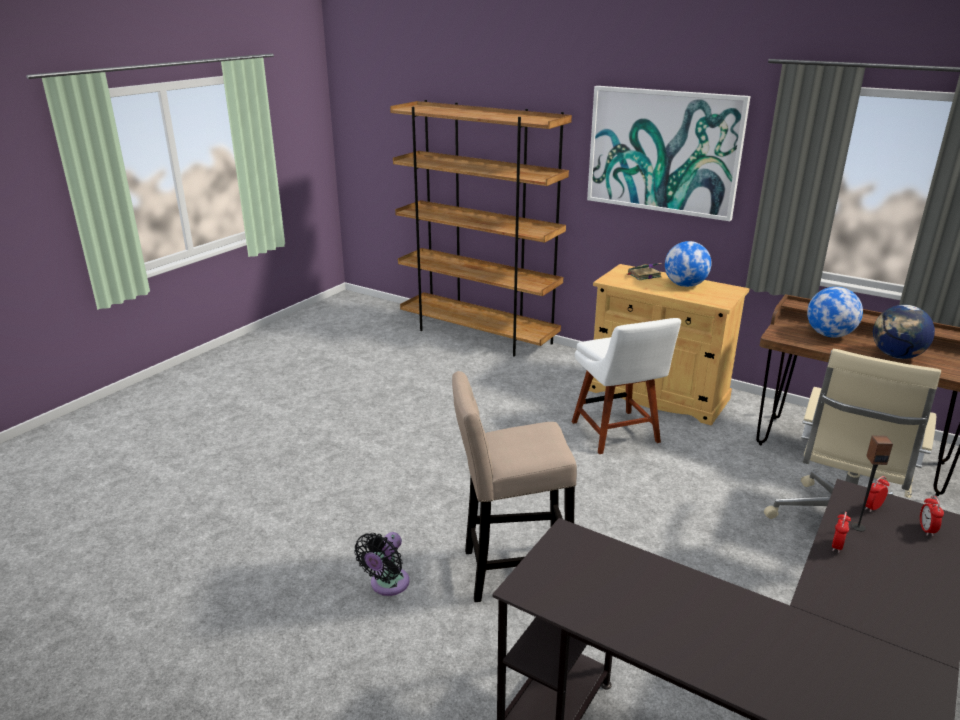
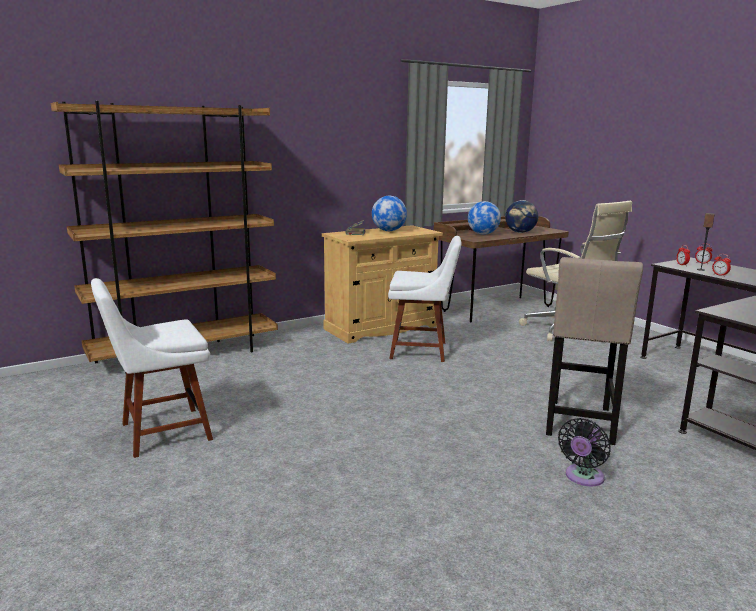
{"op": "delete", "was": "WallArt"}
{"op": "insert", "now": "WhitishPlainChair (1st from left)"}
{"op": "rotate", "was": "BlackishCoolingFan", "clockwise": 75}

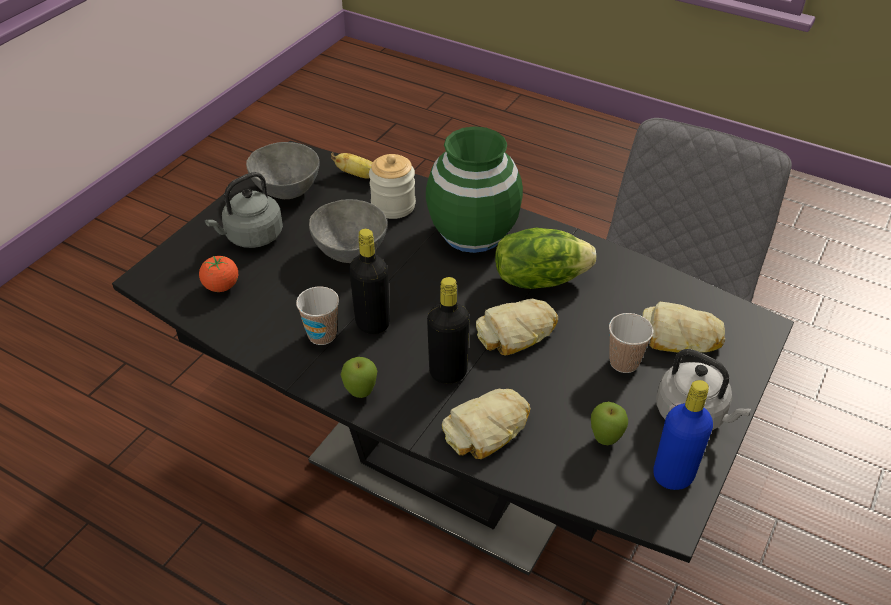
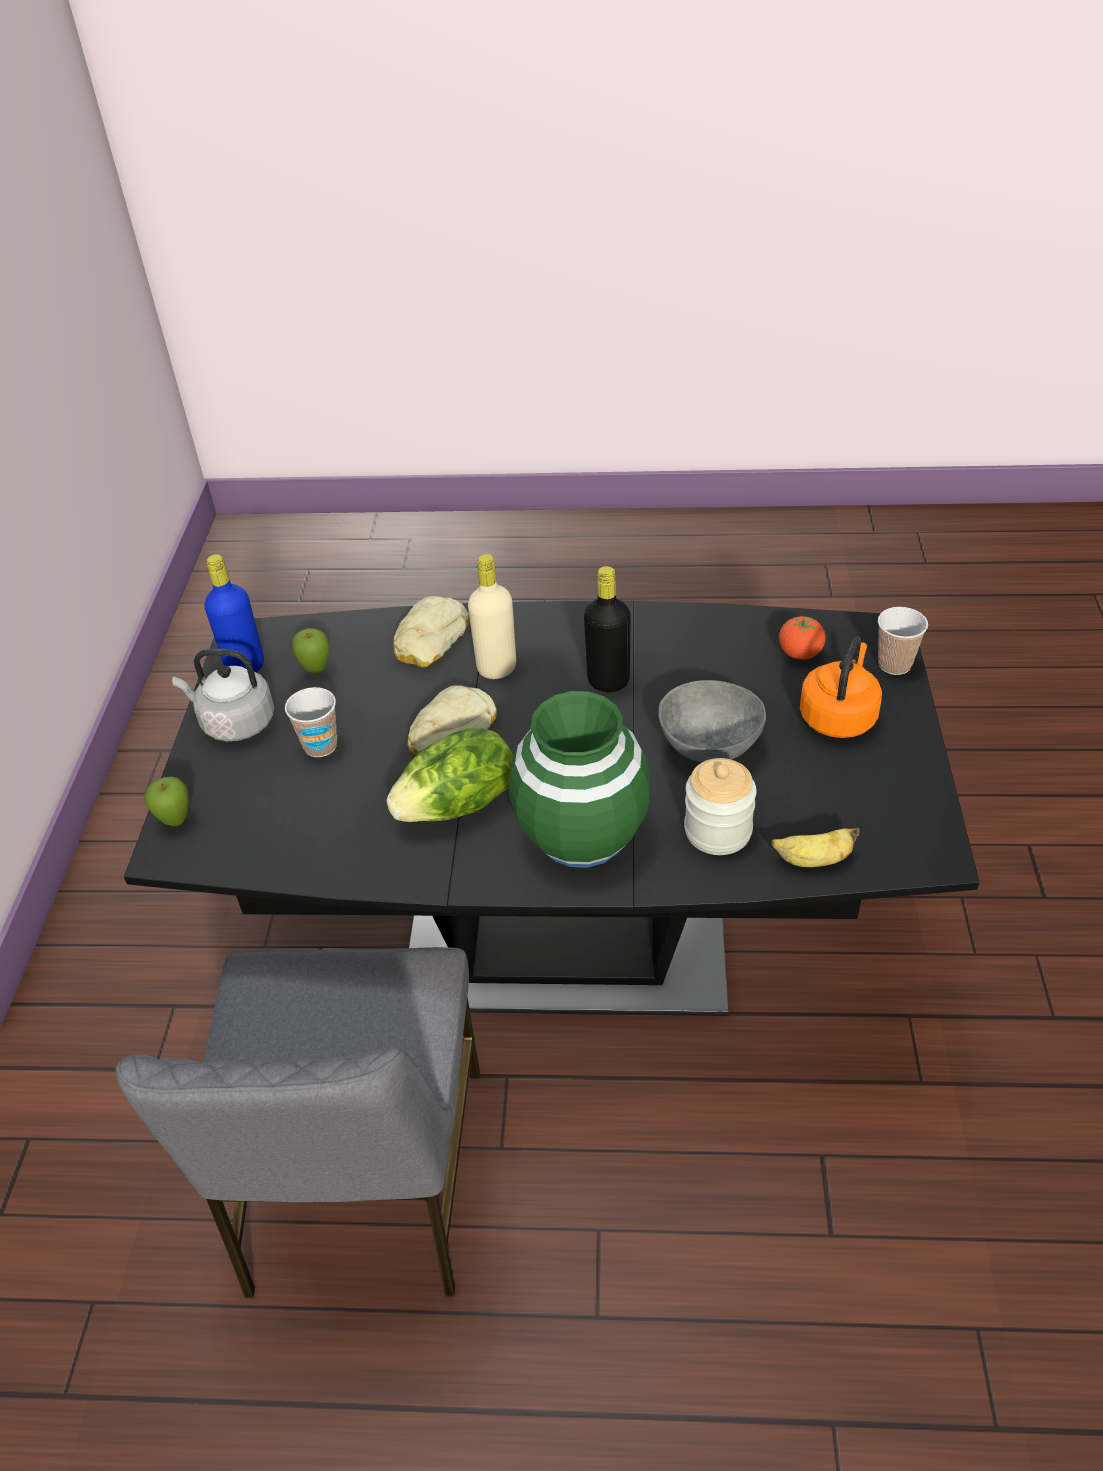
{"op": "delete", "was": "GrayBowl (1st from left)"}
{"op": "delete", "was": "BakedBread (3rd from left)"}
{"op": "move", "was": "Cup (1st from left in the first image)", "now": "Cup (2nd from left)"}
{"op": "move", "was": "AppleFruit (1st from left)"}
{"op": "recolor", "was": "GrayKettle (1st from left)", "now": "OrangeColouredKettle"}
{"op": "recolor", "was": "BlackishBottle (2nd from left)", "now": "BeigeColouredBottle"}

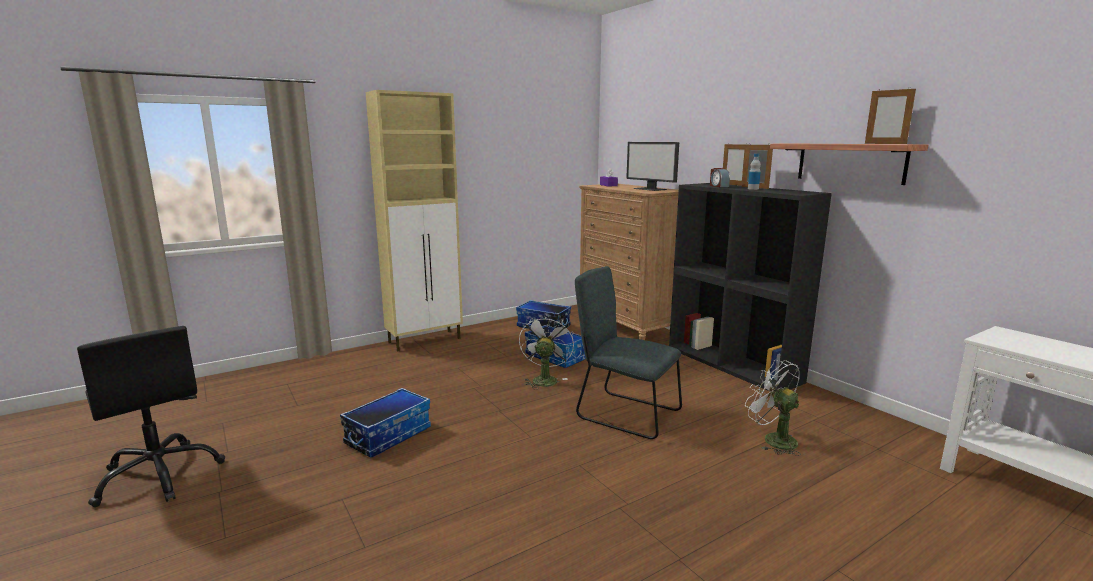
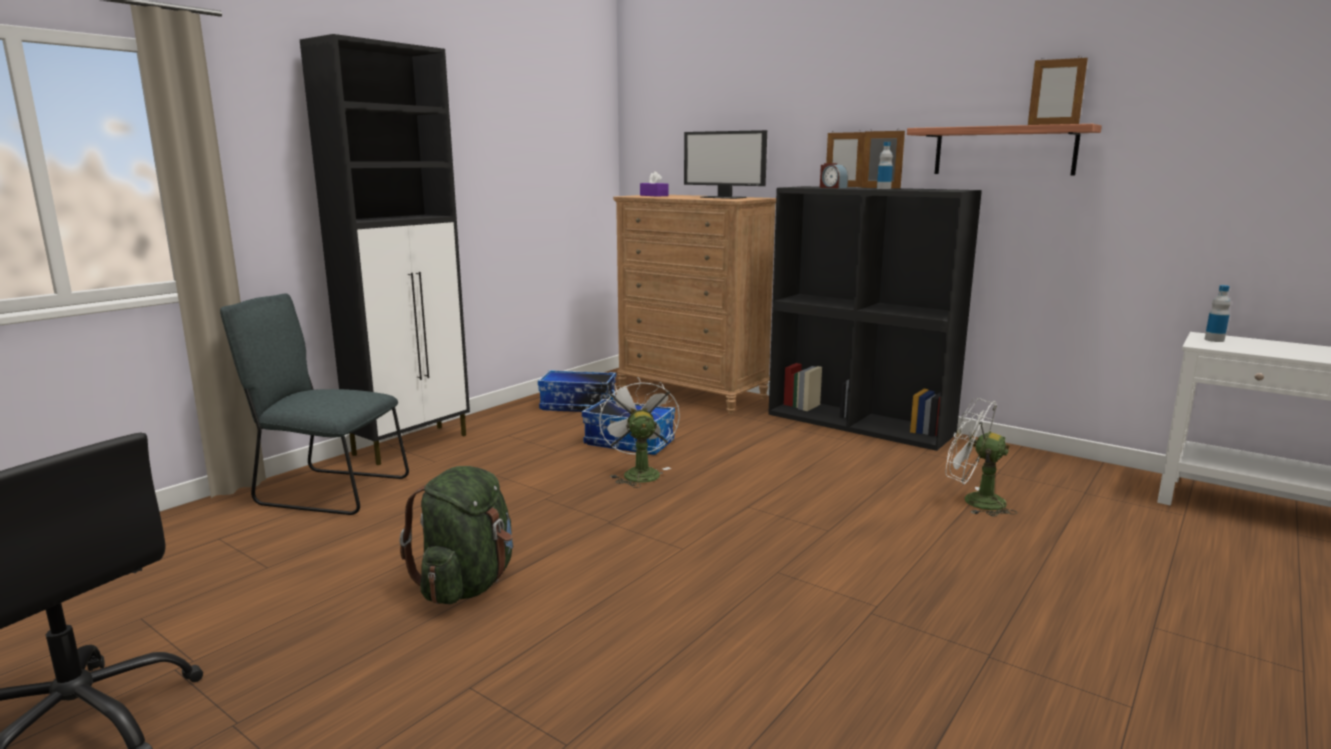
{"op": "insert", "now": "Bottle (2nd from left)"}
{"op": "move", "was": "GrayPlainChair"}
{"op": "replace", "was": "StorageBox (1st from left)", "now": "GreenColouredBackpack"}
{"op": "recolor", "was": "BeigeColouredStorageCabinet", "now": "BlackishStorageCabinet"}

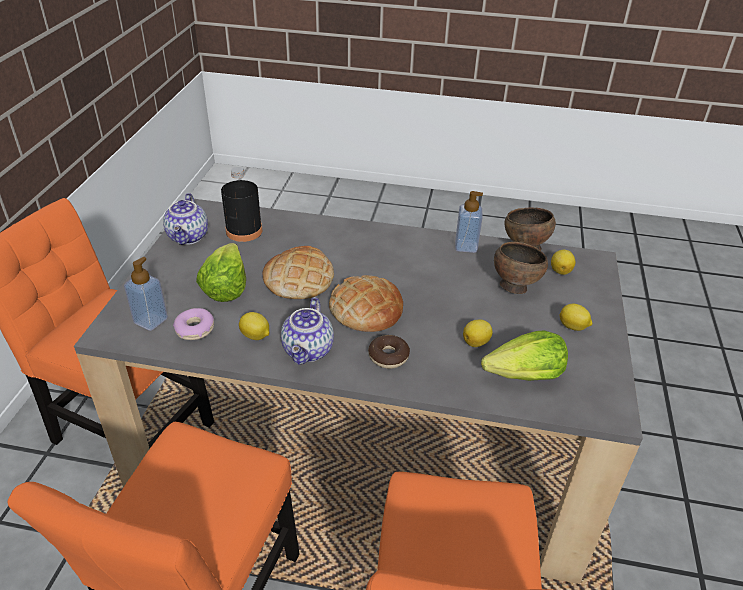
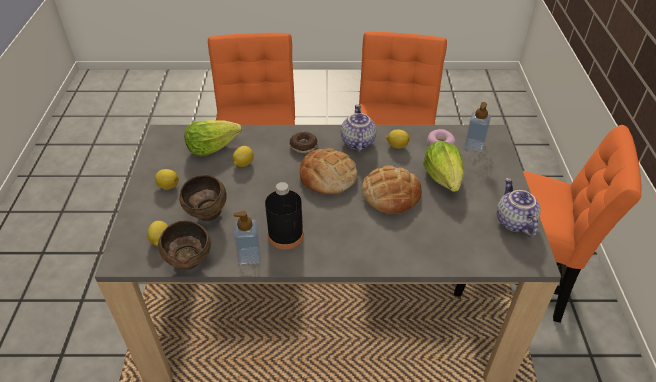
{"op": "move", "was": "BlackishBottle"}

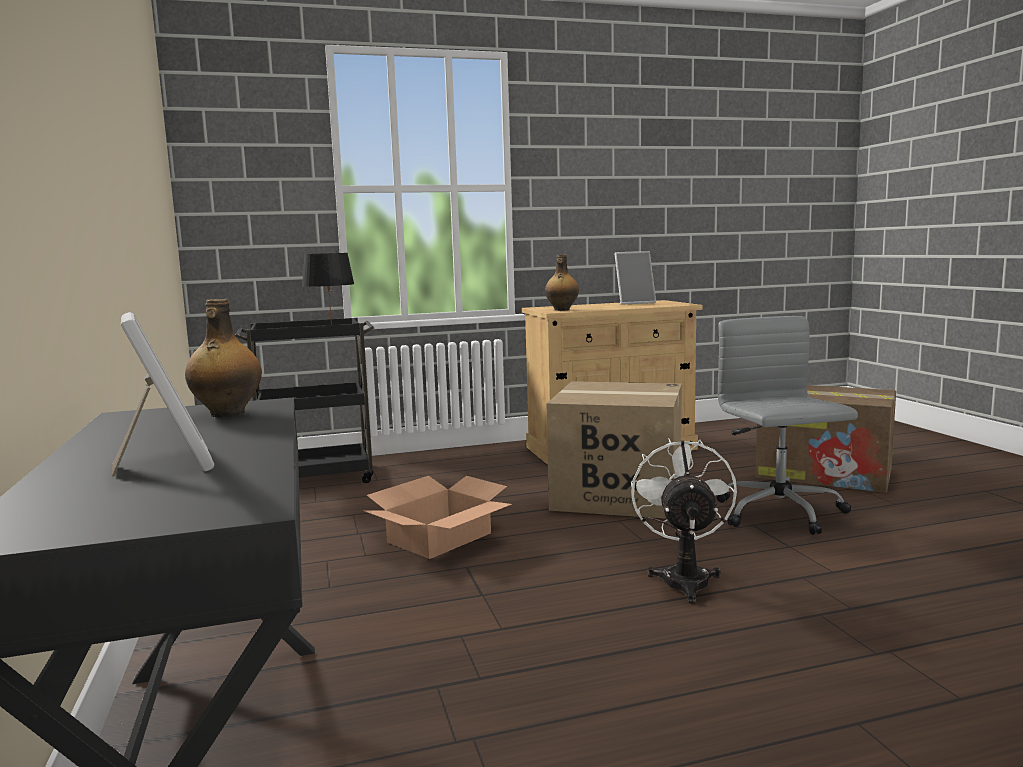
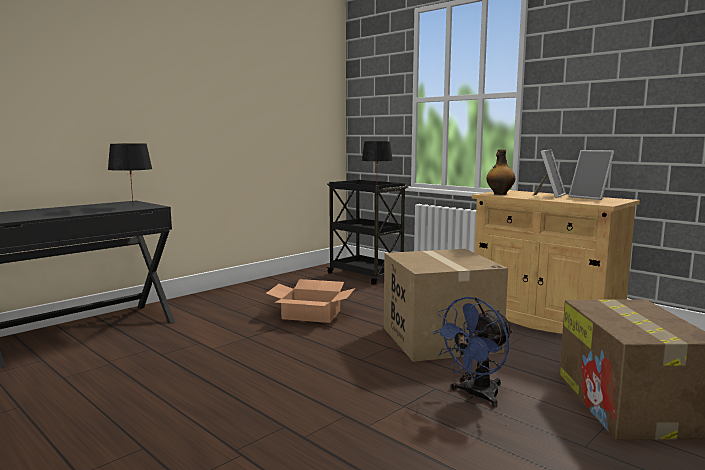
{"op": "delete", "was": "WhitishCoolingFan"}
{"op": "move", "was": "PhotoFrame (1st from left)"}
{"op": "replace", "was": "Bottle (1st from left)", "now": "BlackishTabletopLamp (1st from left)"}
{"op": "replace", "was": "GrayDeskChair", "now": "BlueCoolingFan"}

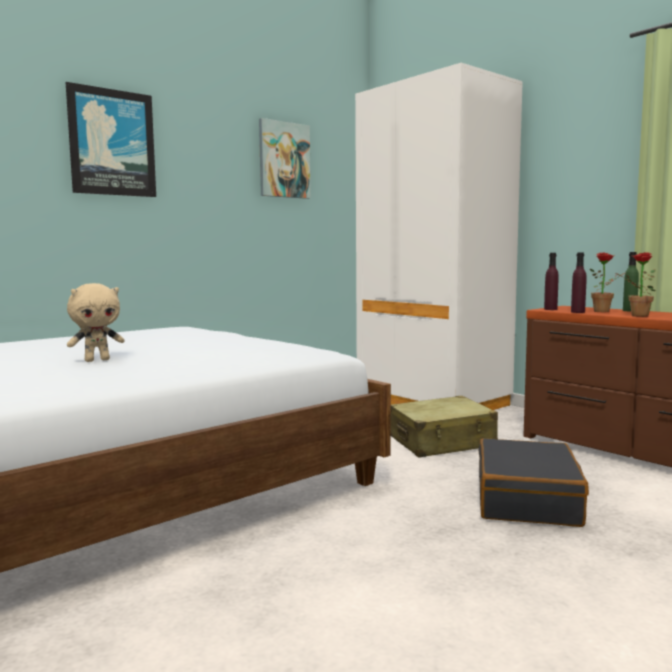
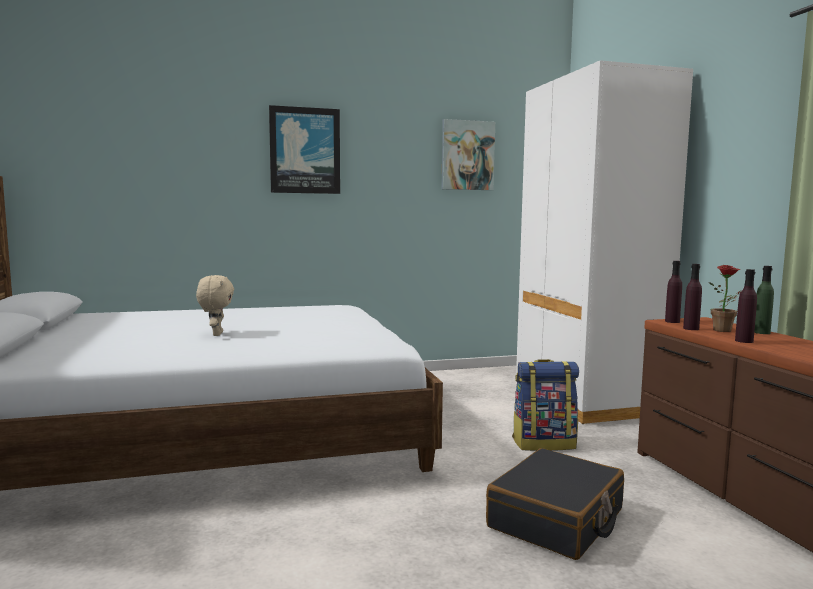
{"op": "replace", "was": "BeigeColouredSuitcase", "now": "Backpack"}
{"op": "replace", "was": "PlantInAPot (2nd from left)", "now": "PurplishBottle (3rd from left)"}
{"op": "rotate", "was": "BeigeColouredSoftToy", "clockwise": -90}

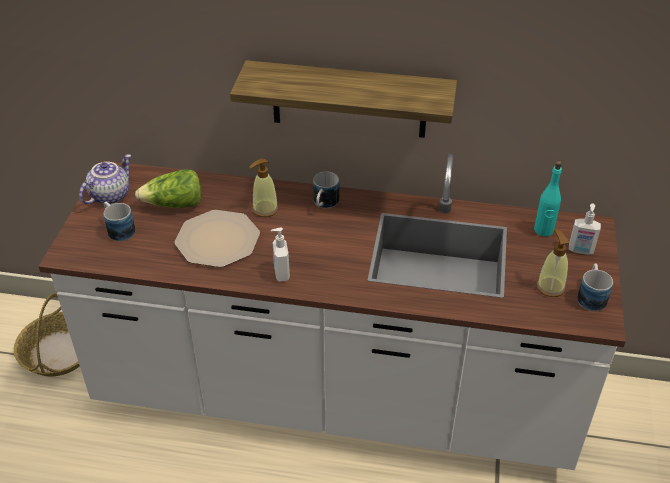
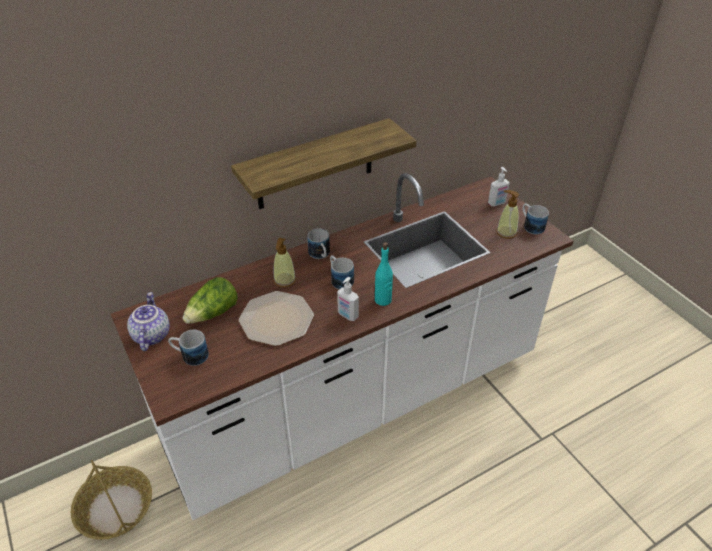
{"op": "insert", "now": "Mug (3rd from left)"}
{"op": "move", "was": "TurquoiseColouredBottle"}

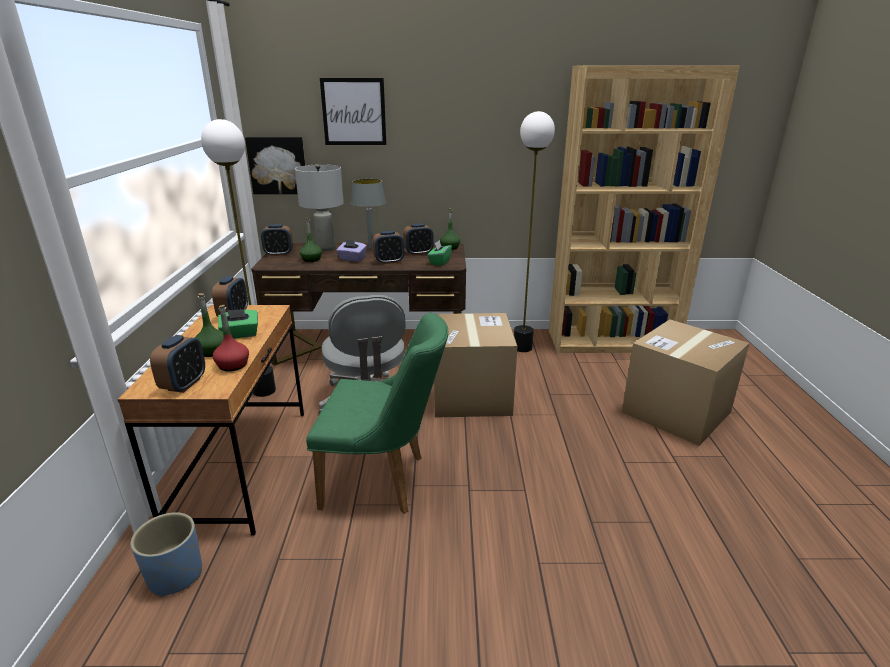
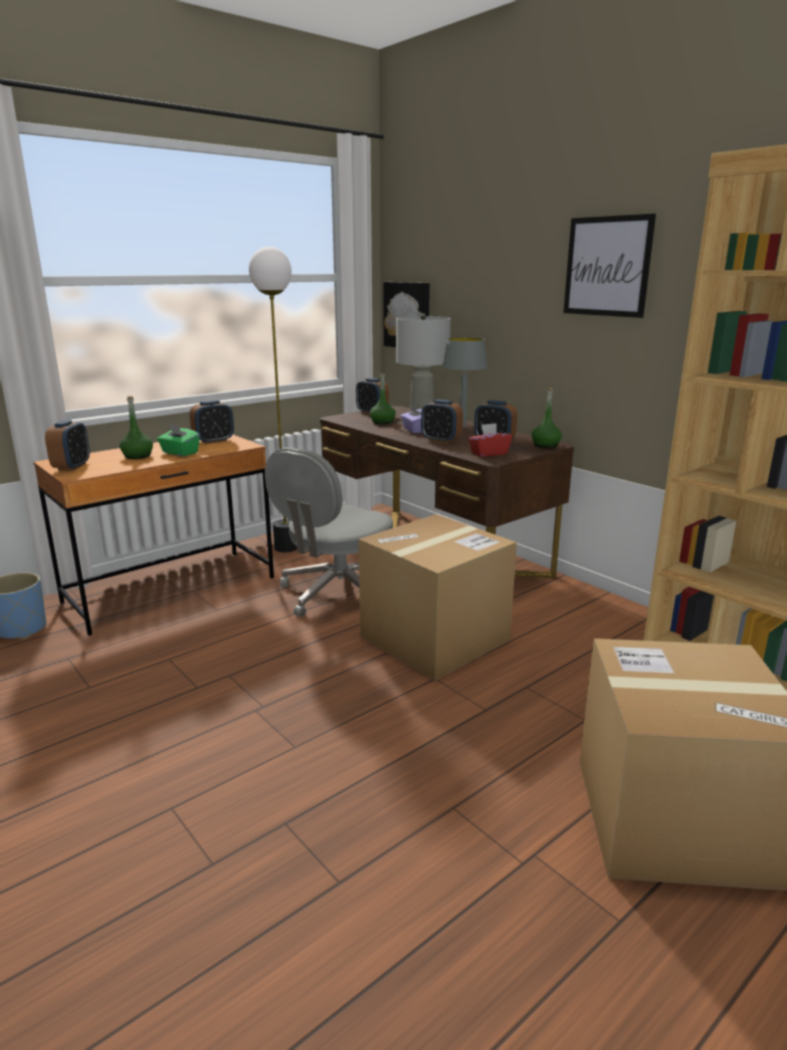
{"op": "delete", "was": "RedColouredBottle"}
{"op": "delete", "was": "GreenColouredPlainChair"}
{"op": "delete", "was": "StandardLamp (2nd from left)"}
{"op": "move", "was": "WallArt (2nd from left)"}
{"op": "recolor", "was": "GreenColouredBoxOfTissues (2nd from left)", "now": "RedColouredBoxOfTissues"}
{"op": "rotate", "was": "AlarmClock (1st from left)", "clockwise": -60}

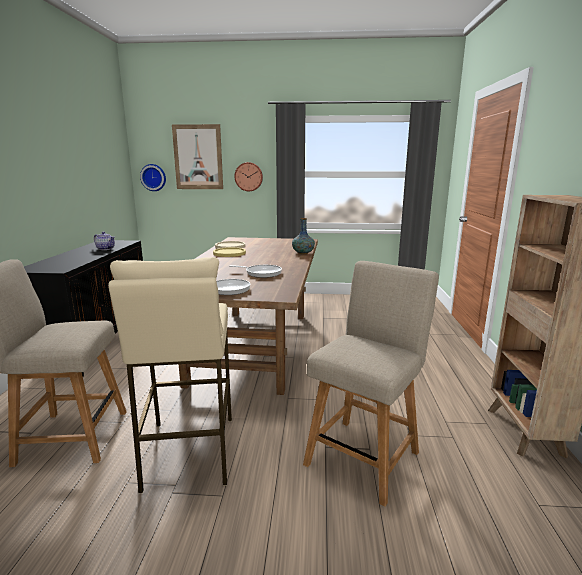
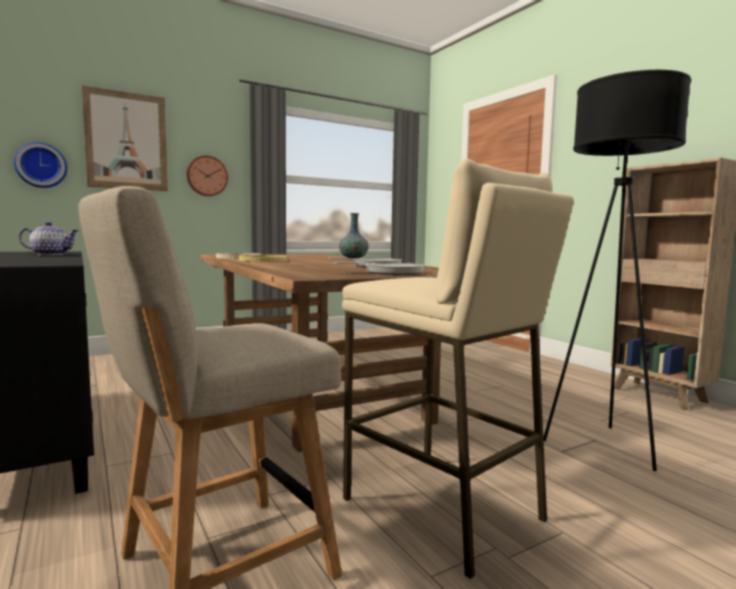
{"op": "replace", "was": "BeigeColouredPlainChair (2nd from left)", "now": "BlackishStandardLamp"}

